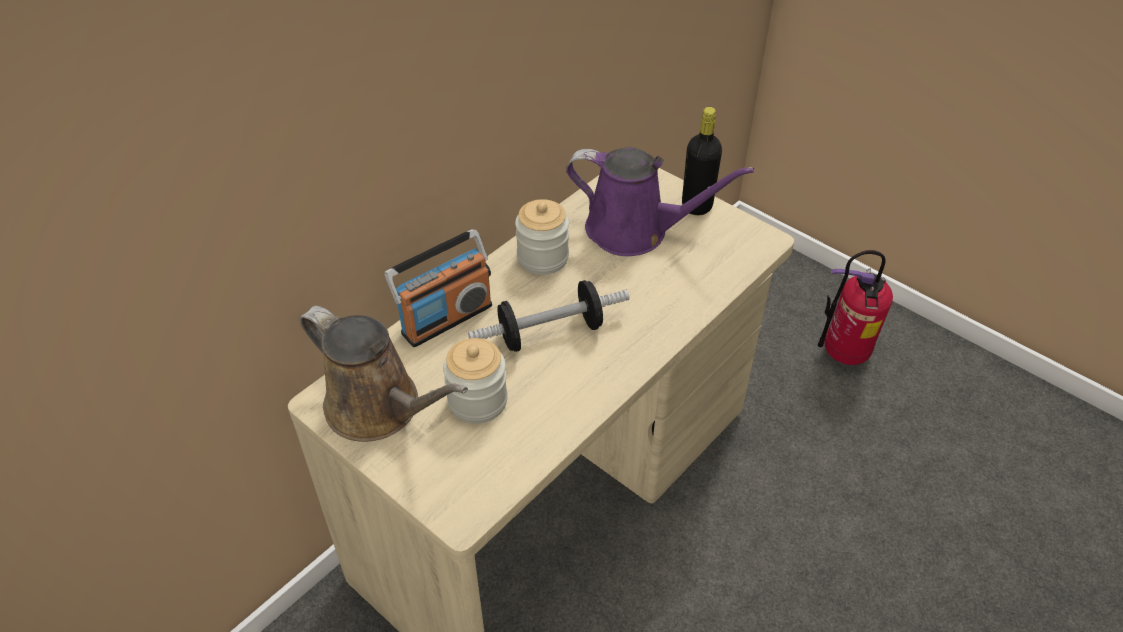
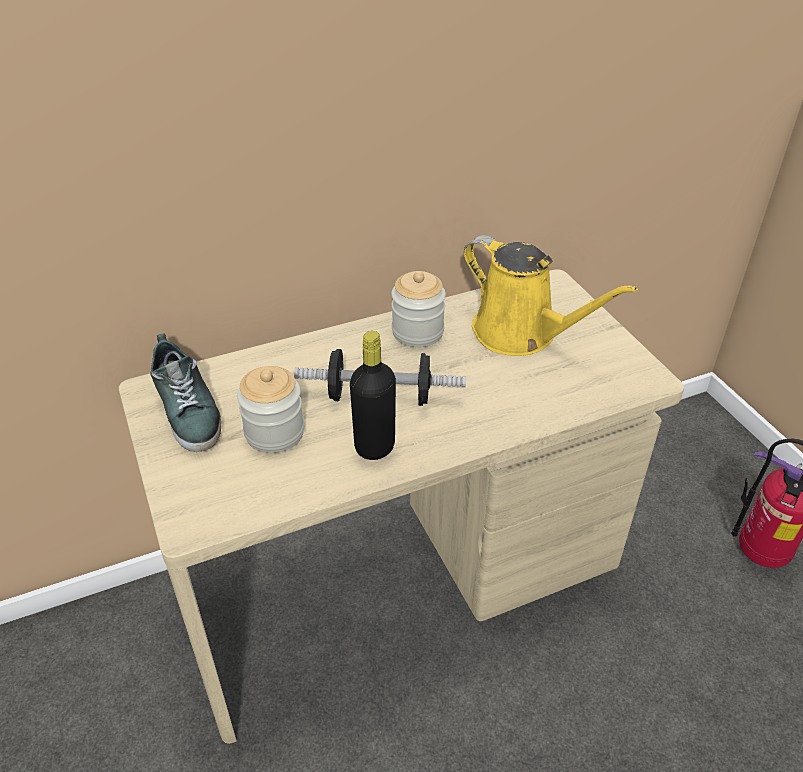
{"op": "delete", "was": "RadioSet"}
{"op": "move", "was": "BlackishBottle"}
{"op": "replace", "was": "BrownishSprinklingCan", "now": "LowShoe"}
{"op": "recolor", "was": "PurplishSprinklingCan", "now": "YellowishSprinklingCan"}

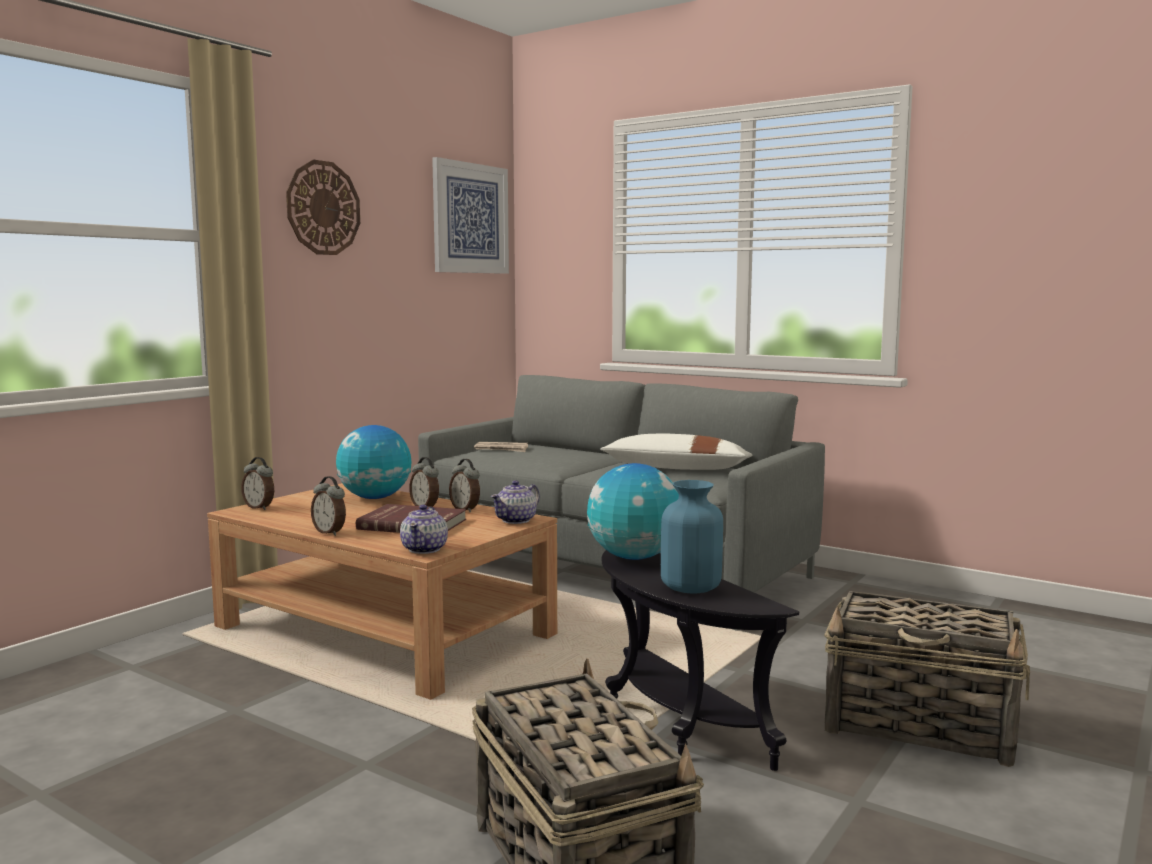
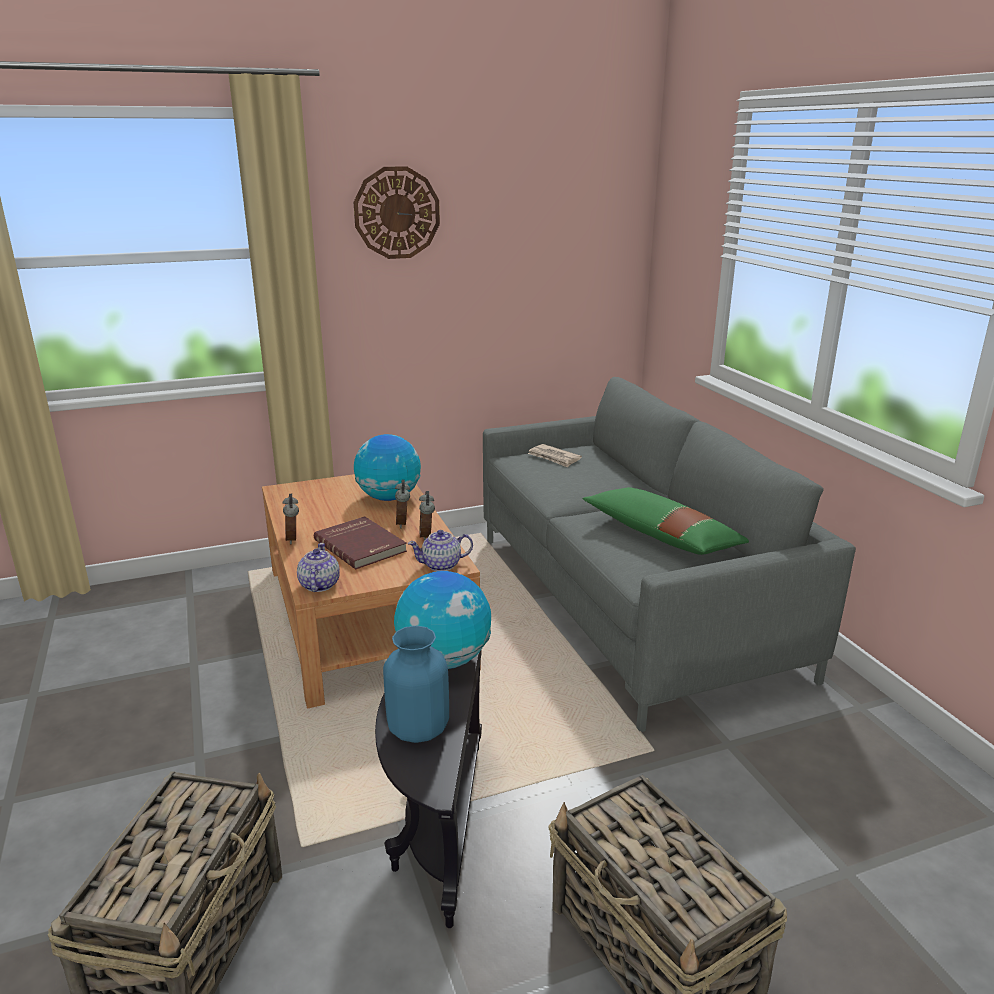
{"op": "delete", "was": "AlarmClock (1st from left)"}
{"op": "delete", "was": "WallArt"}
{"op": "recolor", "was": "WhitishCushion", "now": "GreenColouredCushion"}
{"op": "rotate", "was": "TeaPot (1st from left)", "clockwise": 135}

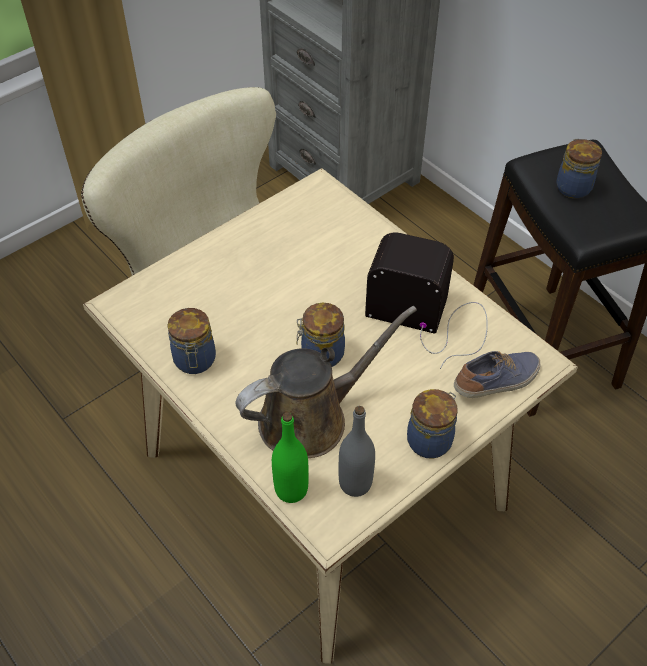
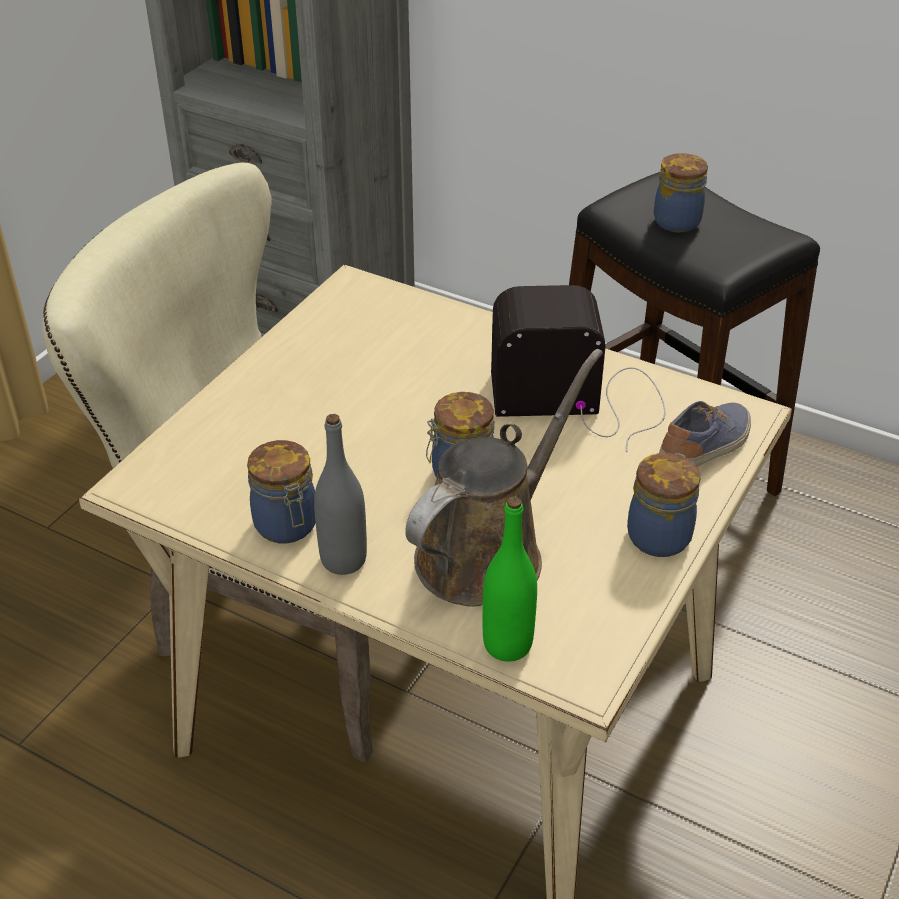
{"op": "move", "was": "GrayBottle"}

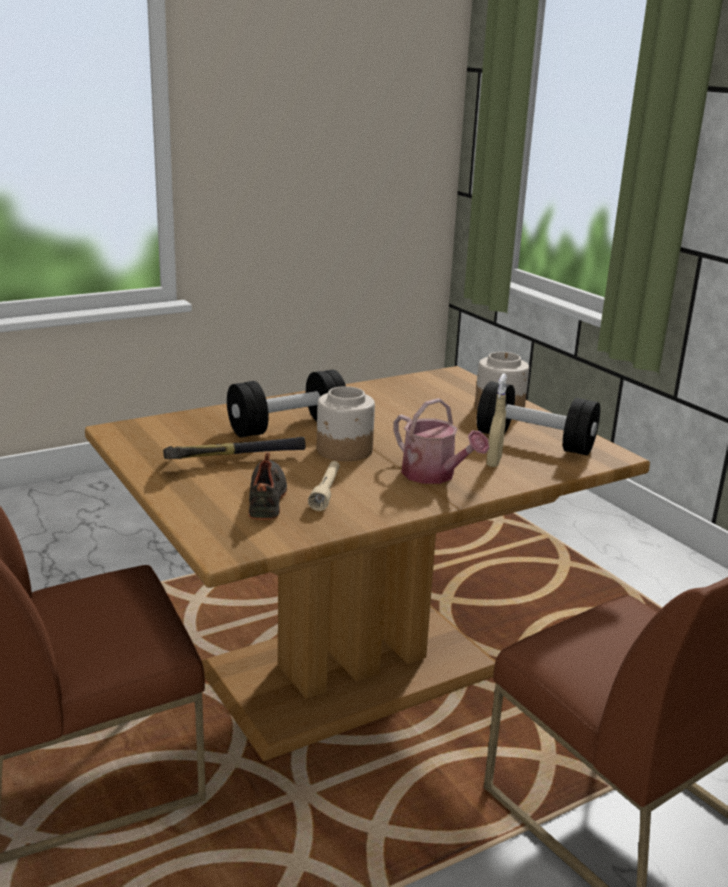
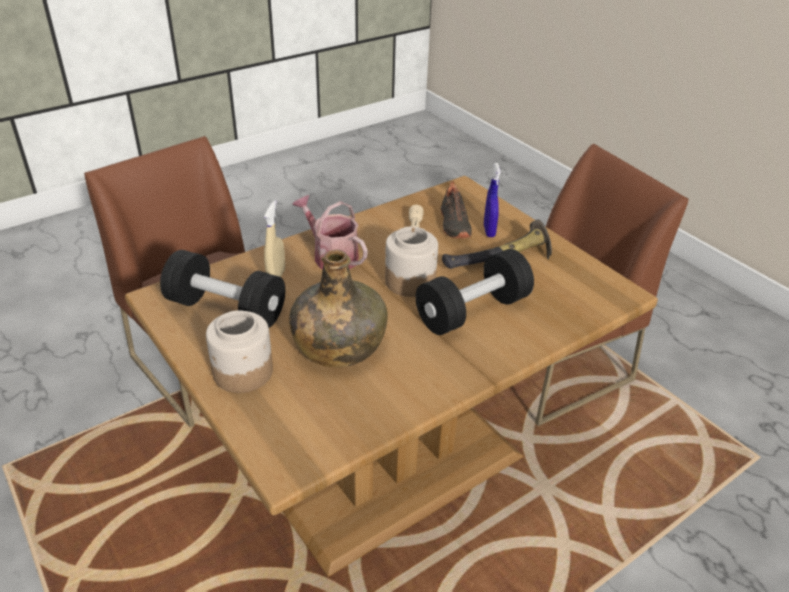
{"op": "insert", "now": "GreenColouredBottle"}
{"op": "insert", "now": "BlueSprayer"}

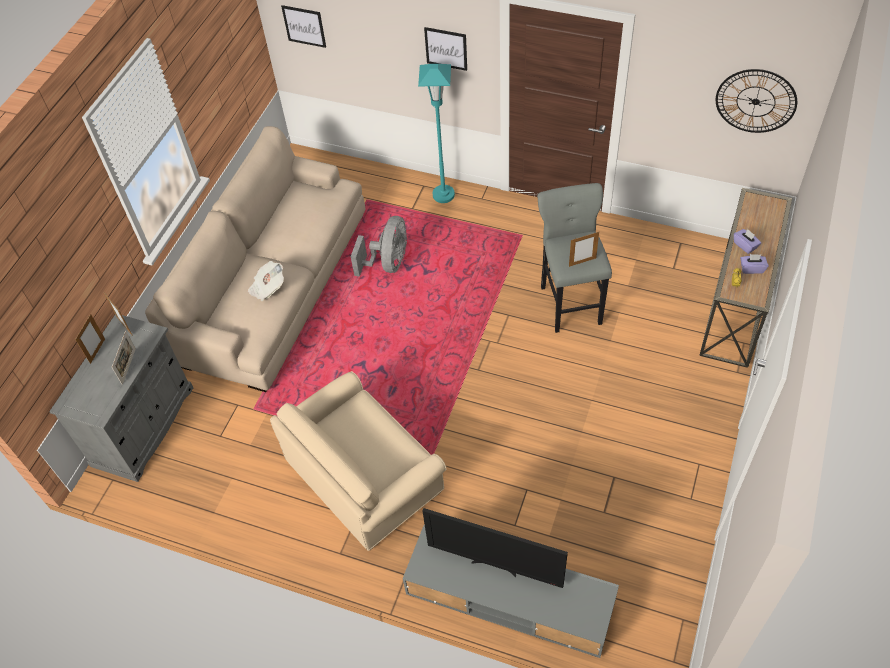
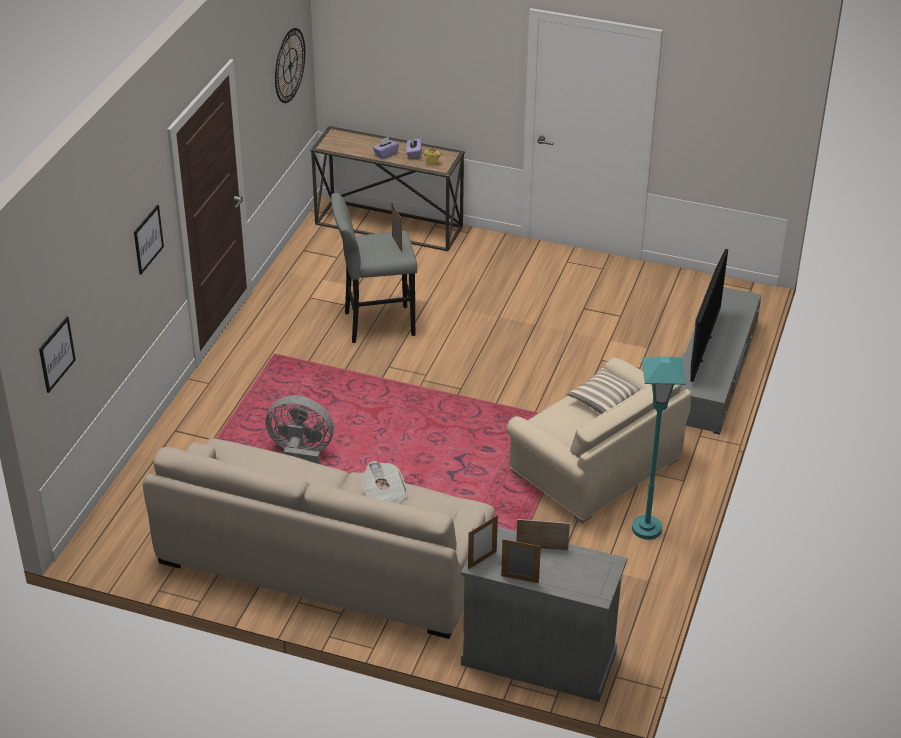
{"op": "insert", "now": "Cushion"}
{"op": "move", "was": "TurquoiseColouredStandardLamp"}

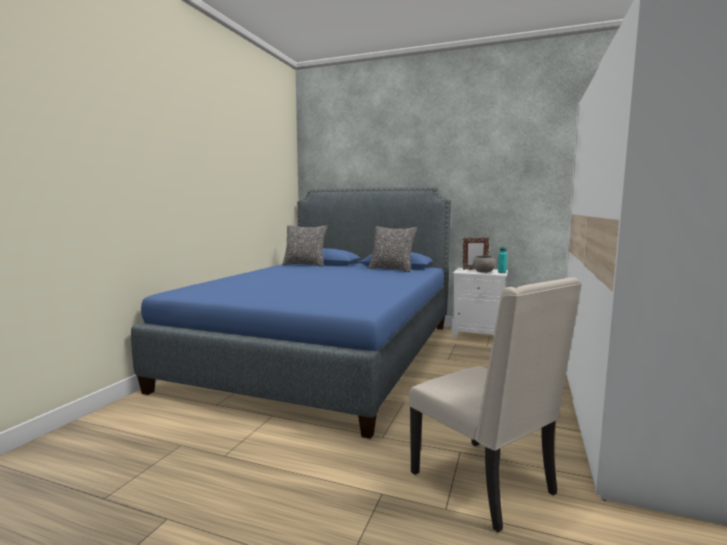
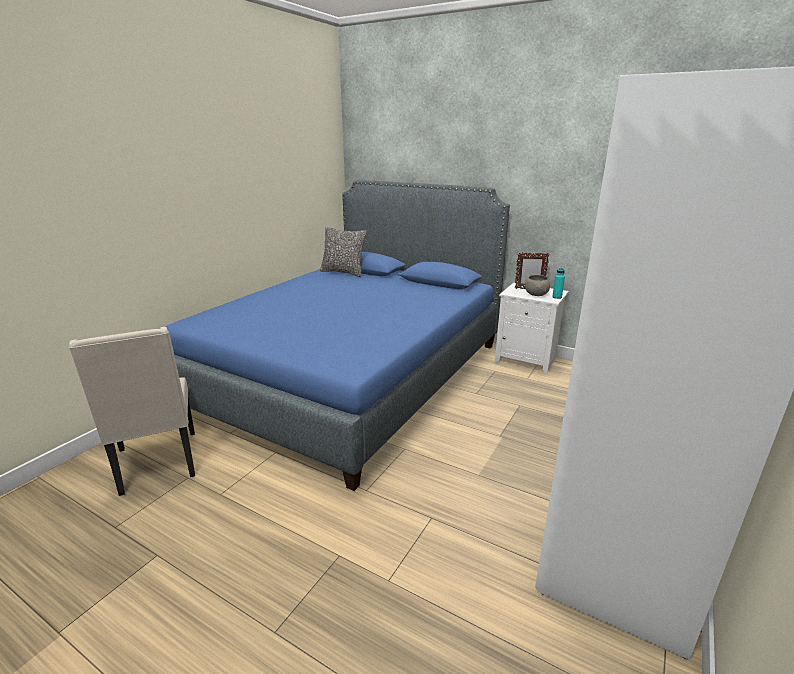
{"op": "delete", "was": "Cushion (2nd from left)"}
{"op": "move", "was": "BeigeColouredPlainChair"}

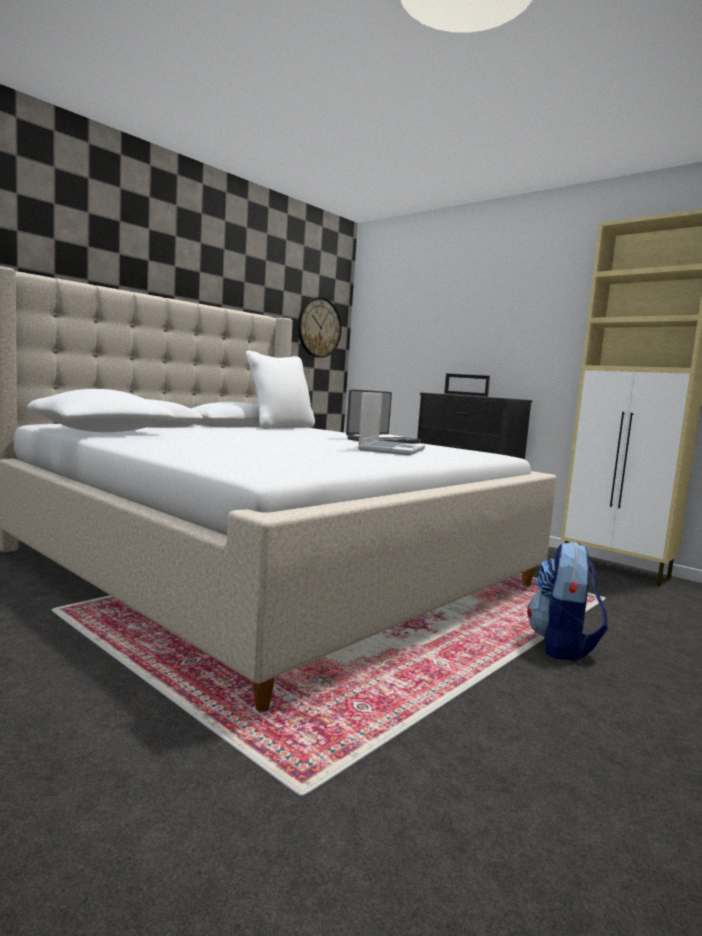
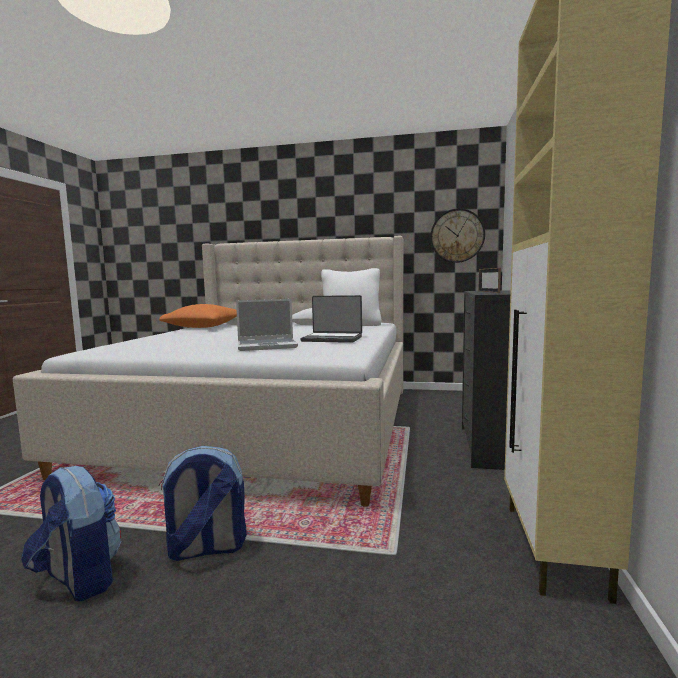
{"op": "insert", "now": "Backpack (1st from left)"}
{"op": "recolor", "was": "WhitishCushion (1st from left)", "now": "OrangeColouredCushion"}

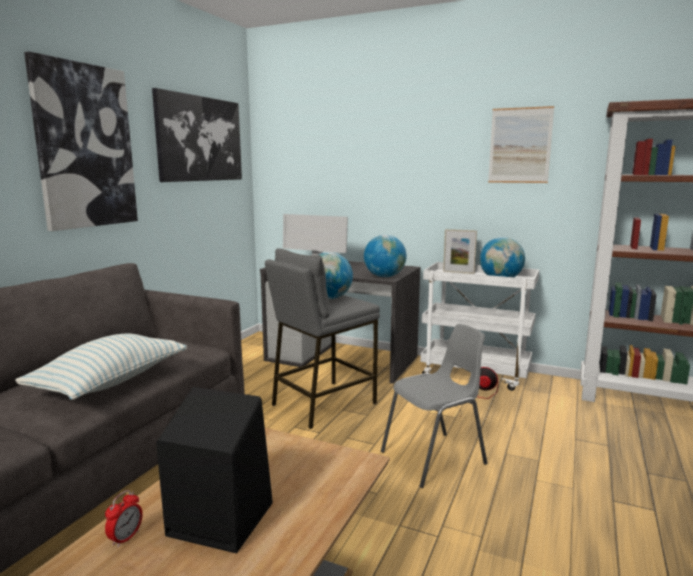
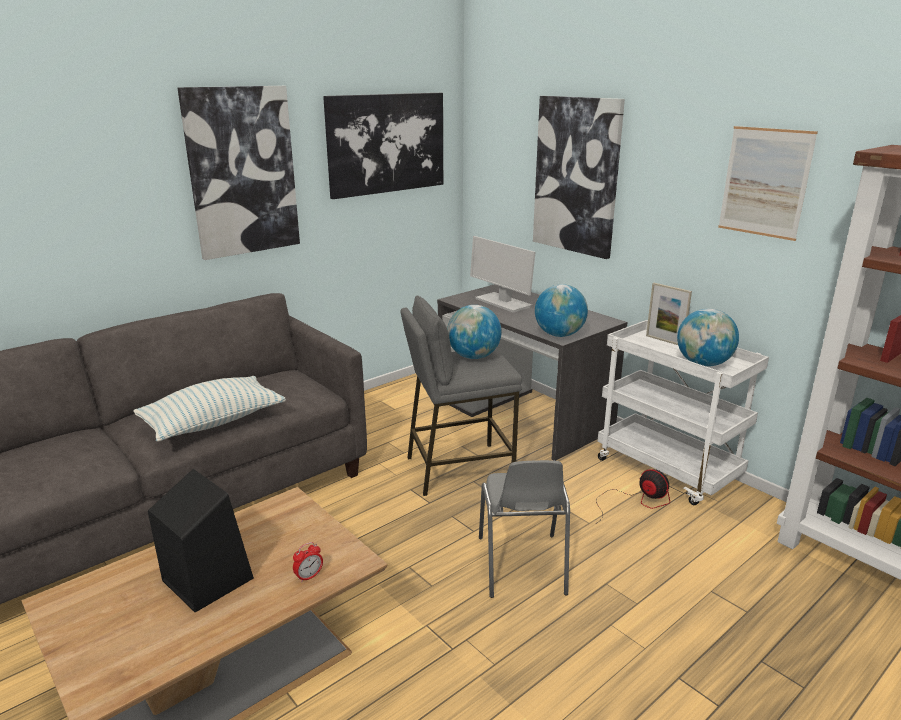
{"op": "insert", "now": "WallArt (3rd from left)"}
{"op": "move", "was": "AlarmClock"}
{"op": "rotate", "was": "GrayPlainChair", "clockwise": 90}

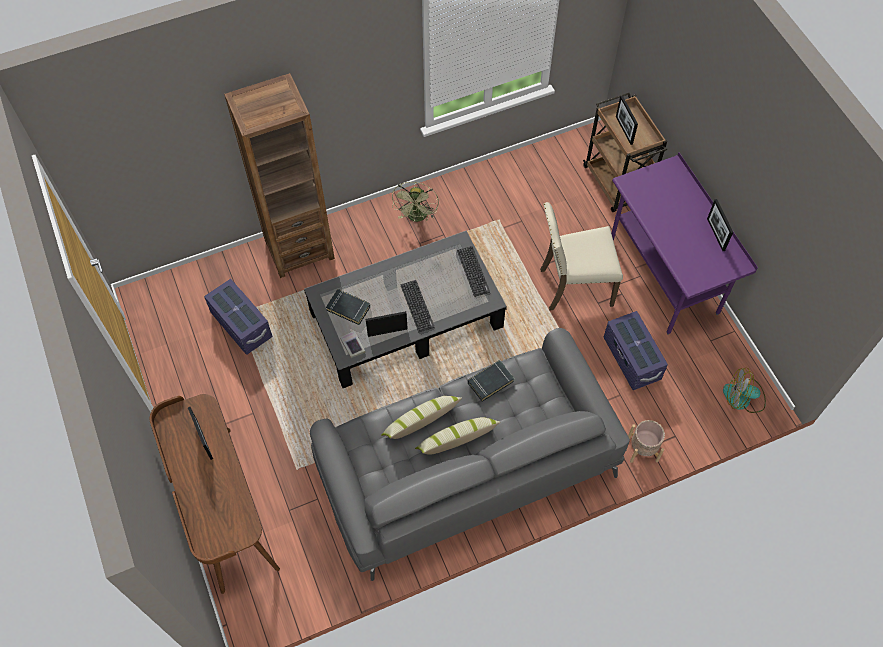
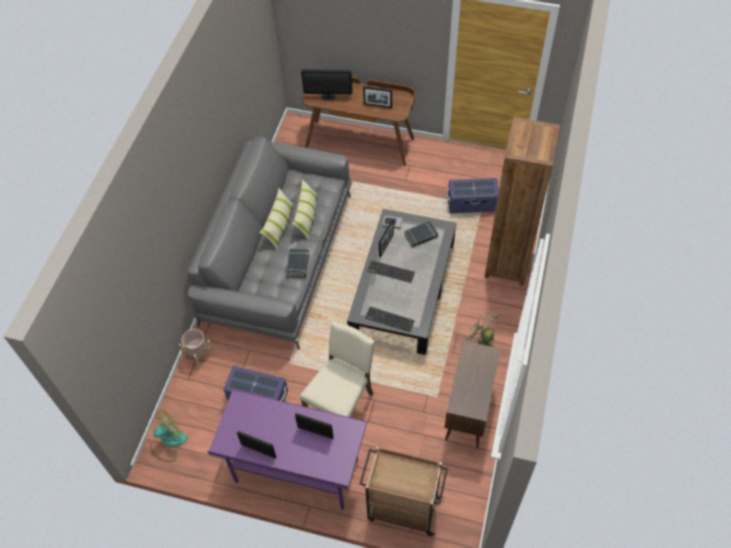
{"op": "insert", "now": "ComputerDisplay"}
{"op": "insert", "now": "BrownishStorageCabinet"}
{"op": "move", "was": "PhotoFrame (3rd from left in the first image)", "now": "PhotoFrame (2nd from left)"}

